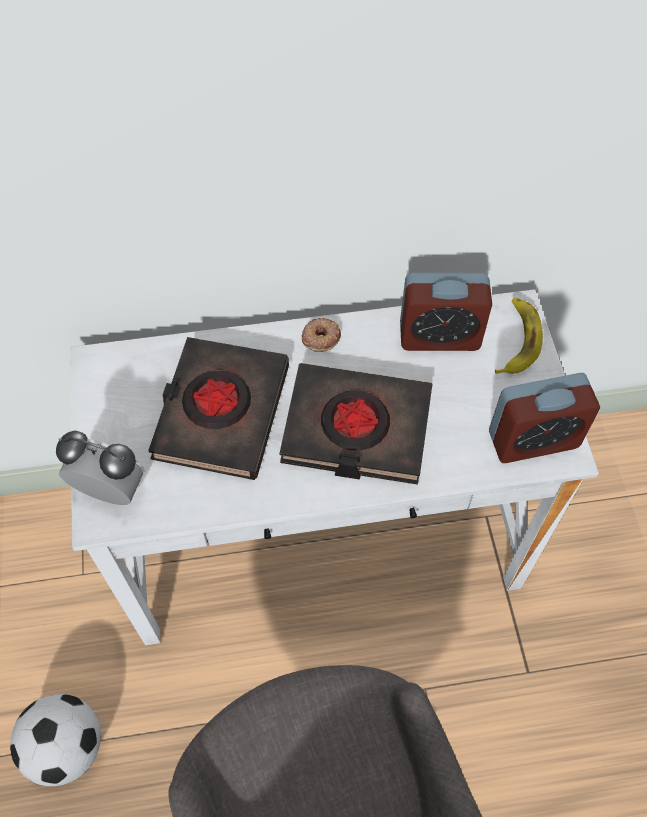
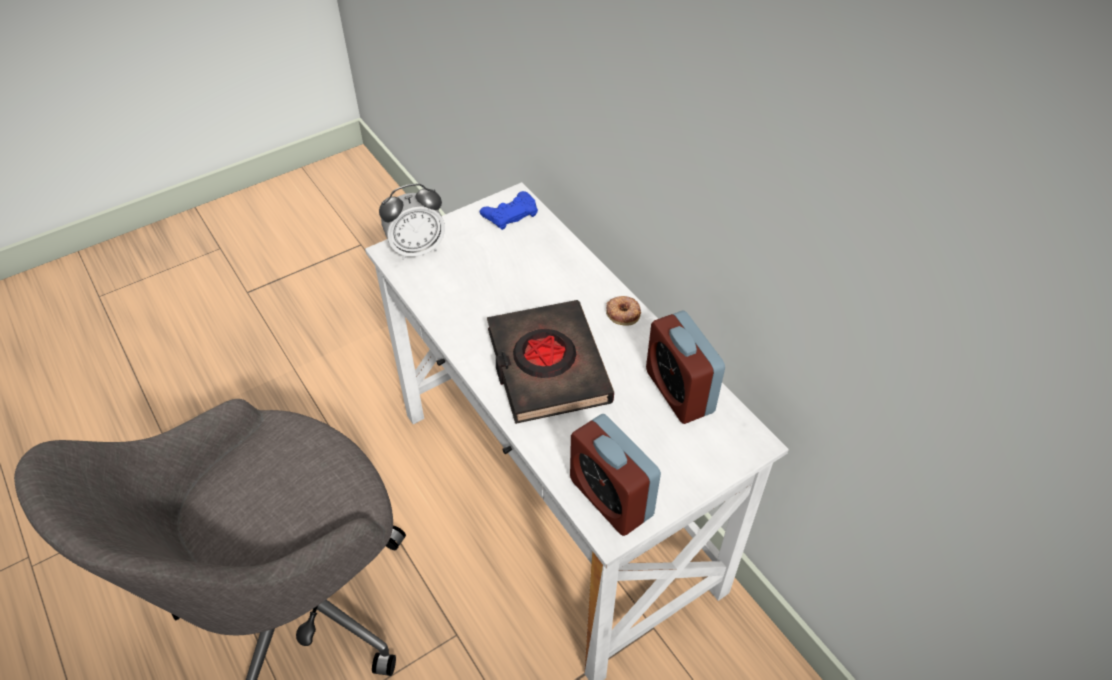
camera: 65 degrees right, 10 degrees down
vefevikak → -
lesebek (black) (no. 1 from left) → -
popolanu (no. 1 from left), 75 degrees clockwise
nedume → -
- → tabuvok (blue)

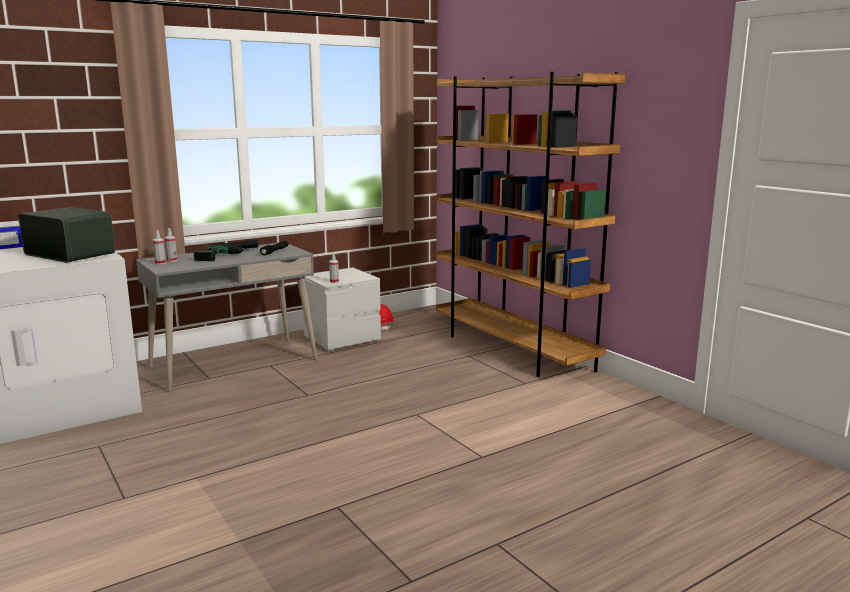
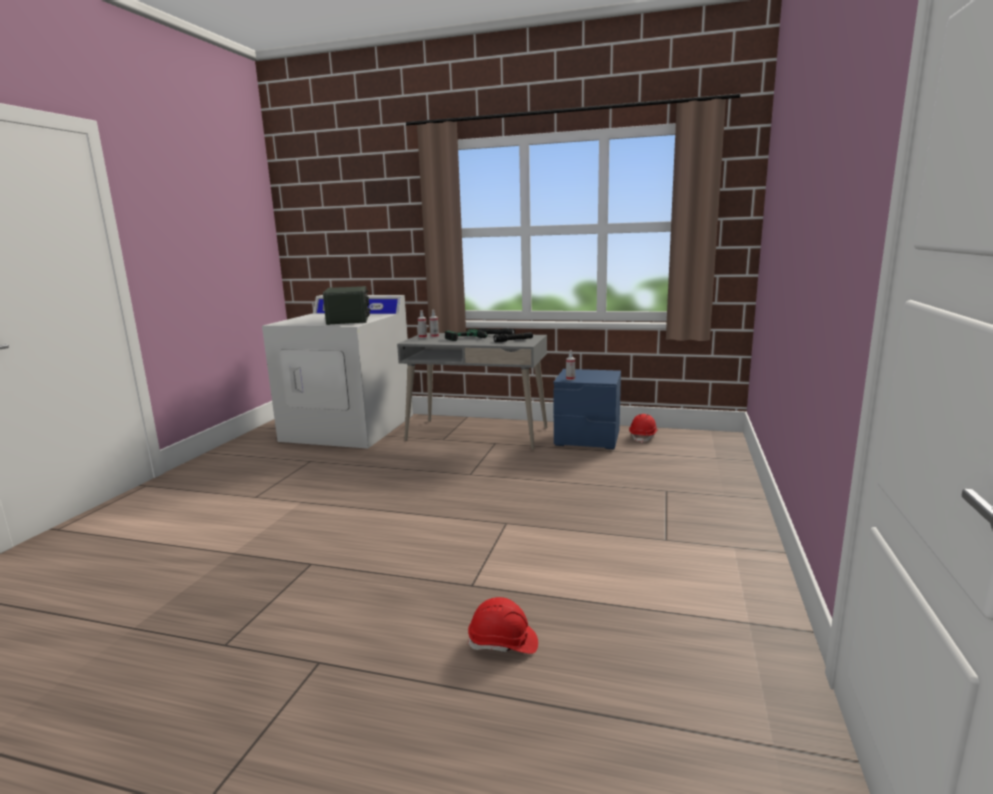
camera: 50 degrees right, 0 degrees up
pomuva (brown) → -
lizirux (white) → lizirux (blue)
- → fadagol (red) (no. 1 from left)

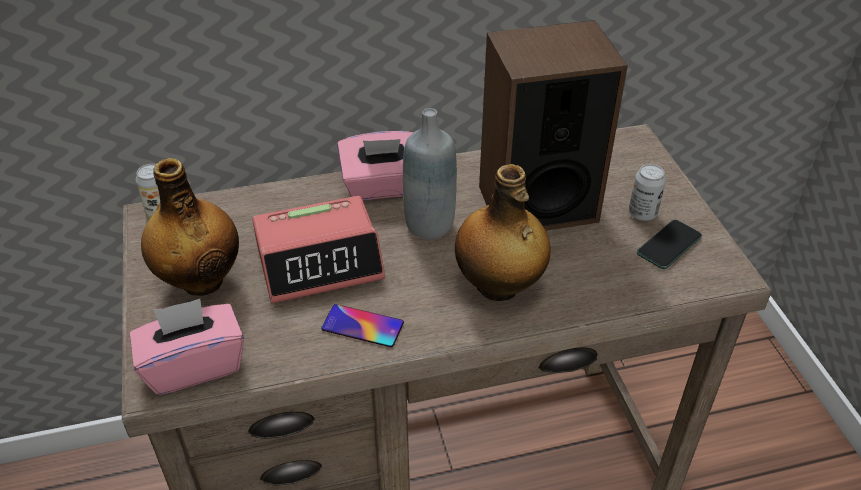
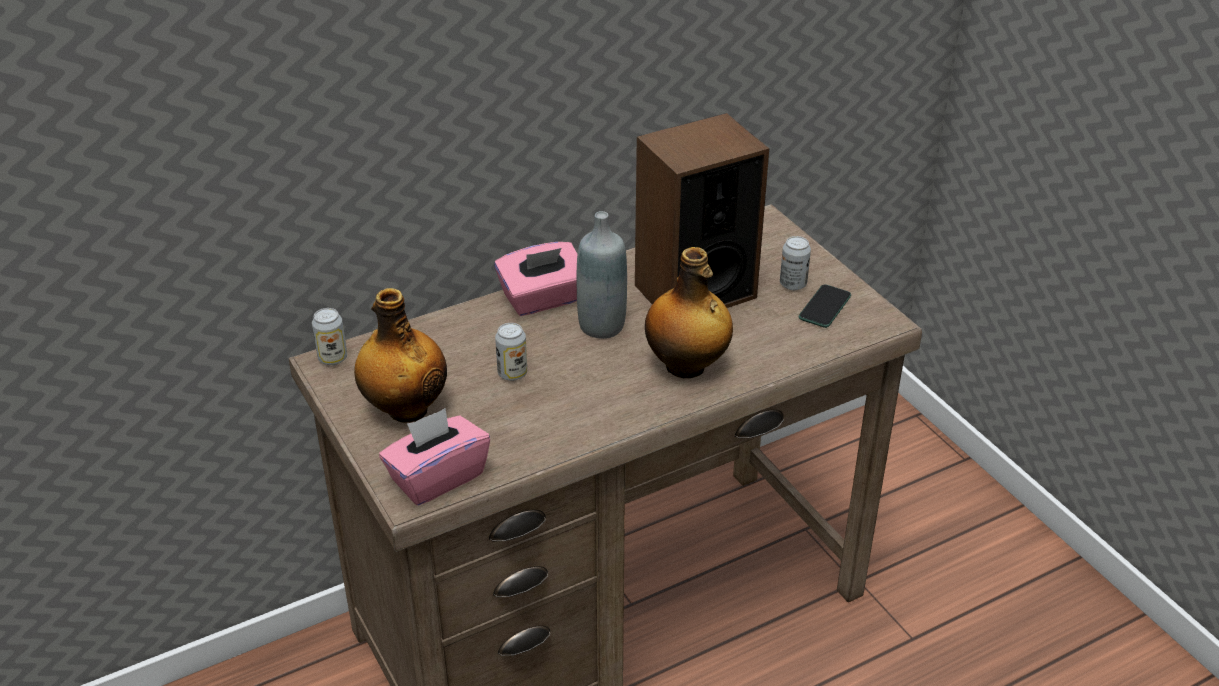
camera: 15 degrees left, 5 degrees down
popolanu → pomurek (no. 2 from left)
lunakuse (no. 1 from left) → -

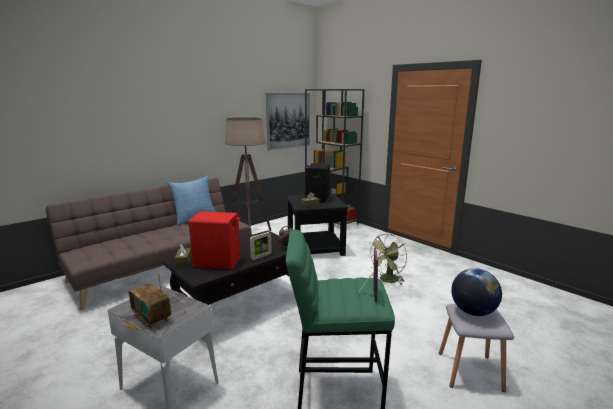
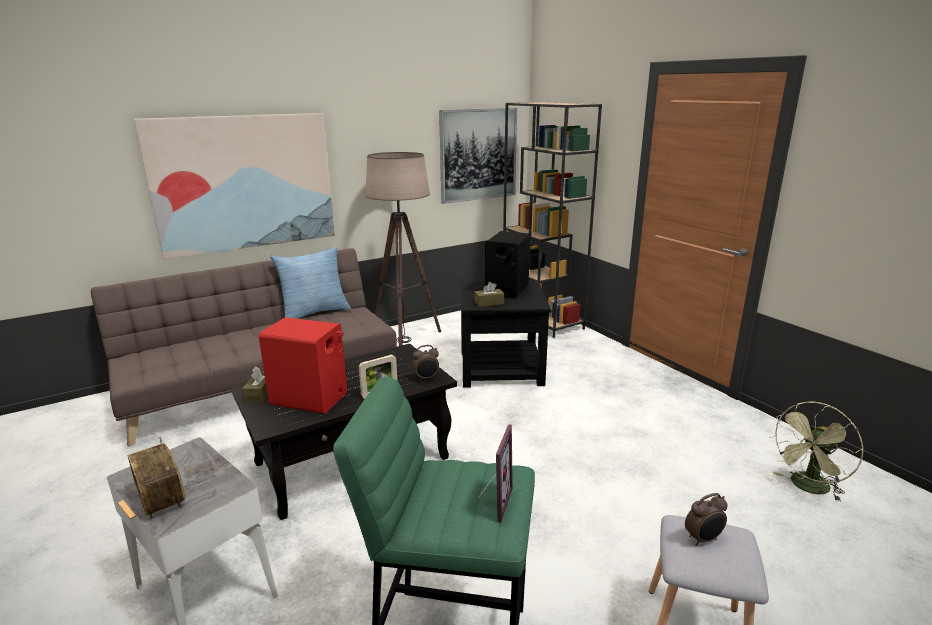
camera: 10 degrees right, 5 degrees up
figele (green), shifted
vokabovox → popolanu (no. 2 from left)
- → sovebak (no. 1 from left)

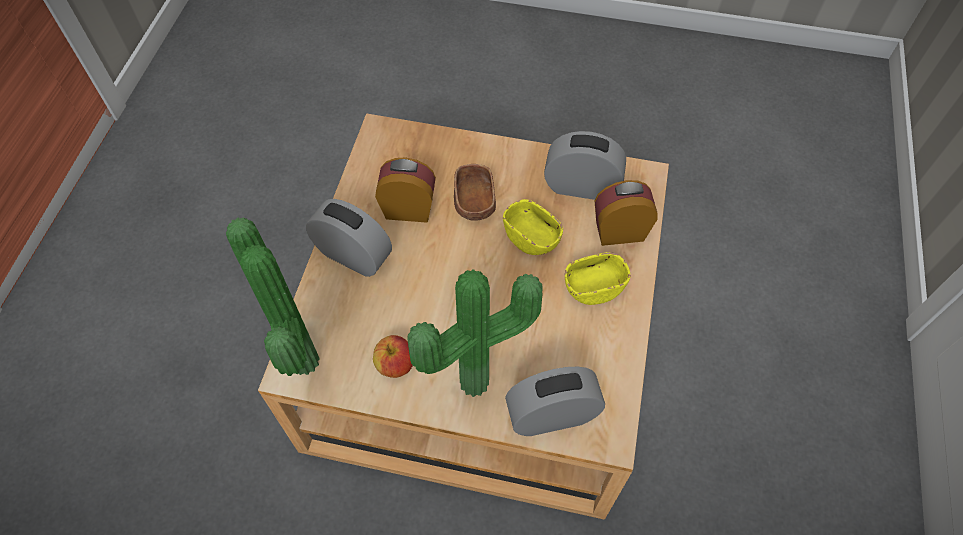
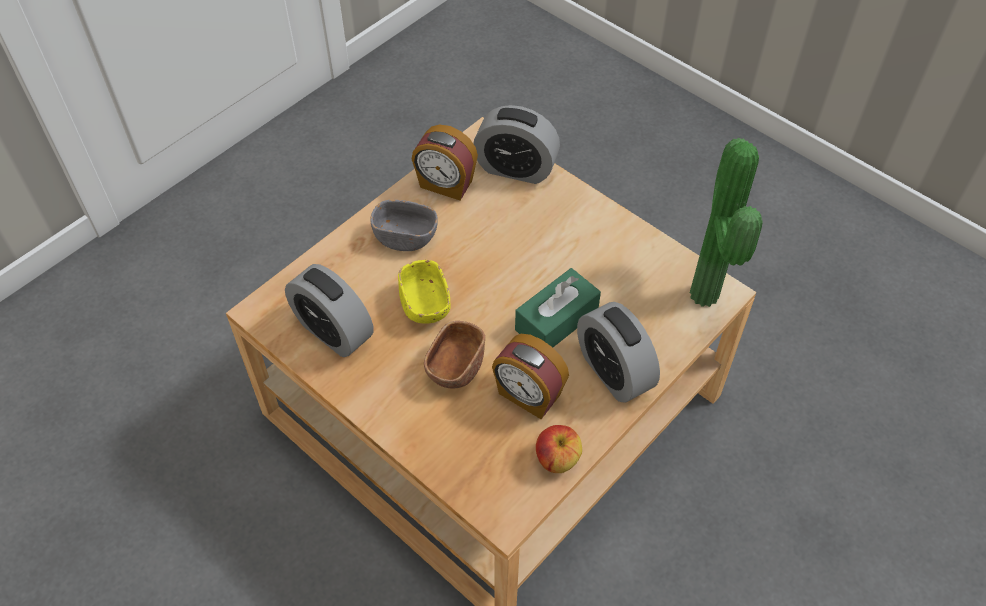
camera: 150 degrees left, 5 degrees down
popolanu (no. 5 from left in the first image) → popolanu (no. 2 from left), shifted
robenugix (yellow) (no. 2 from left) → robenugix (grey)
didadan (no. 2 from left) → -
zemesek, shifted
- → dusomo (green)

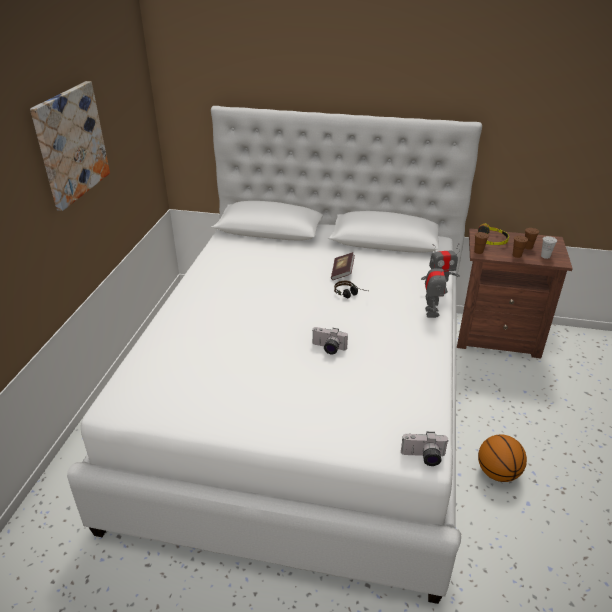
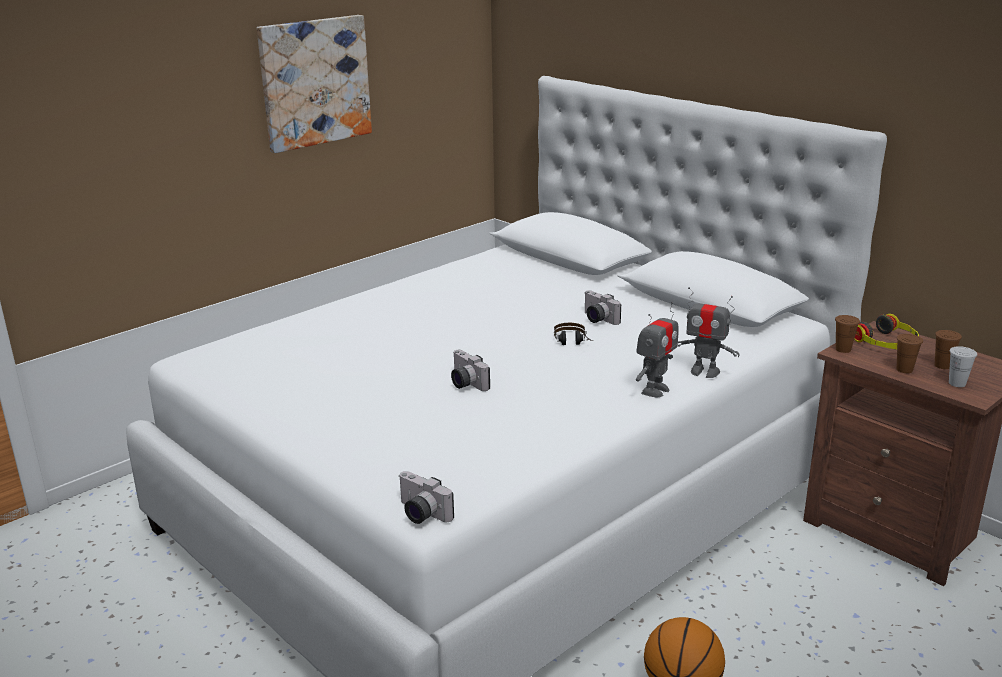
camera: 35 degrees right, 10 degrees down
lesebek → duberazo (no. 3 from left)

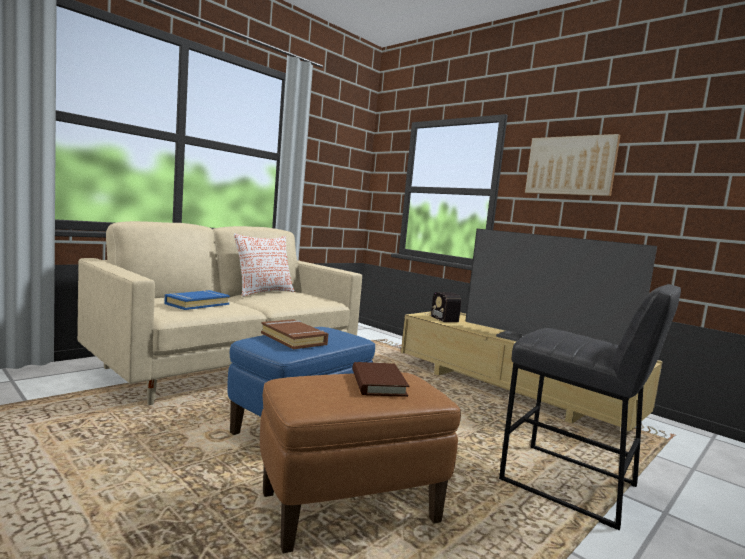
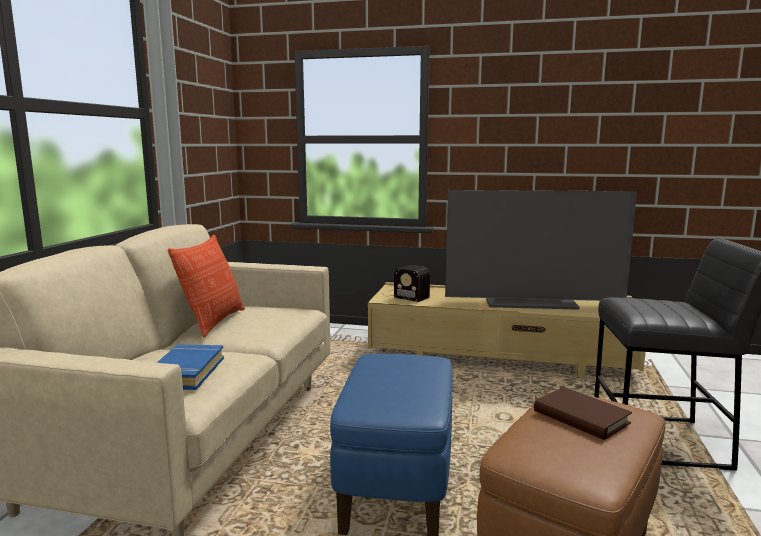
camera: 30 degrees left, 5 degrees up
sovebak → -
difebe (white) → difebe (orange)
lesebek (brown) (no. 1 from left) → -

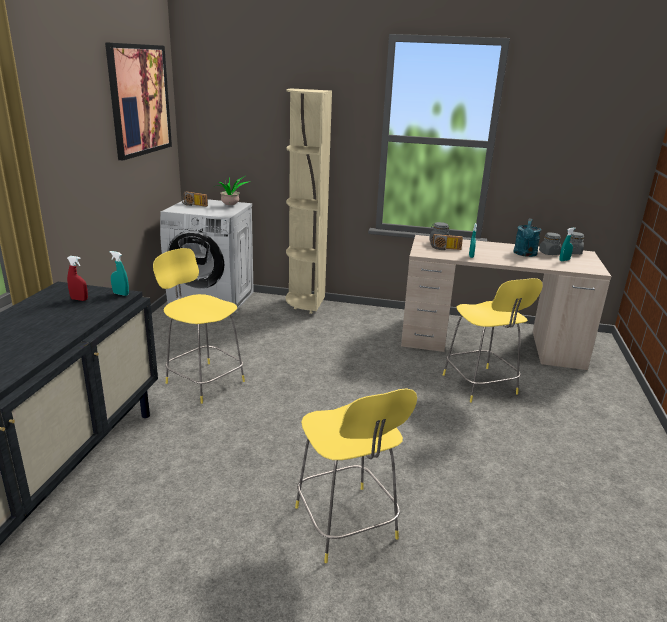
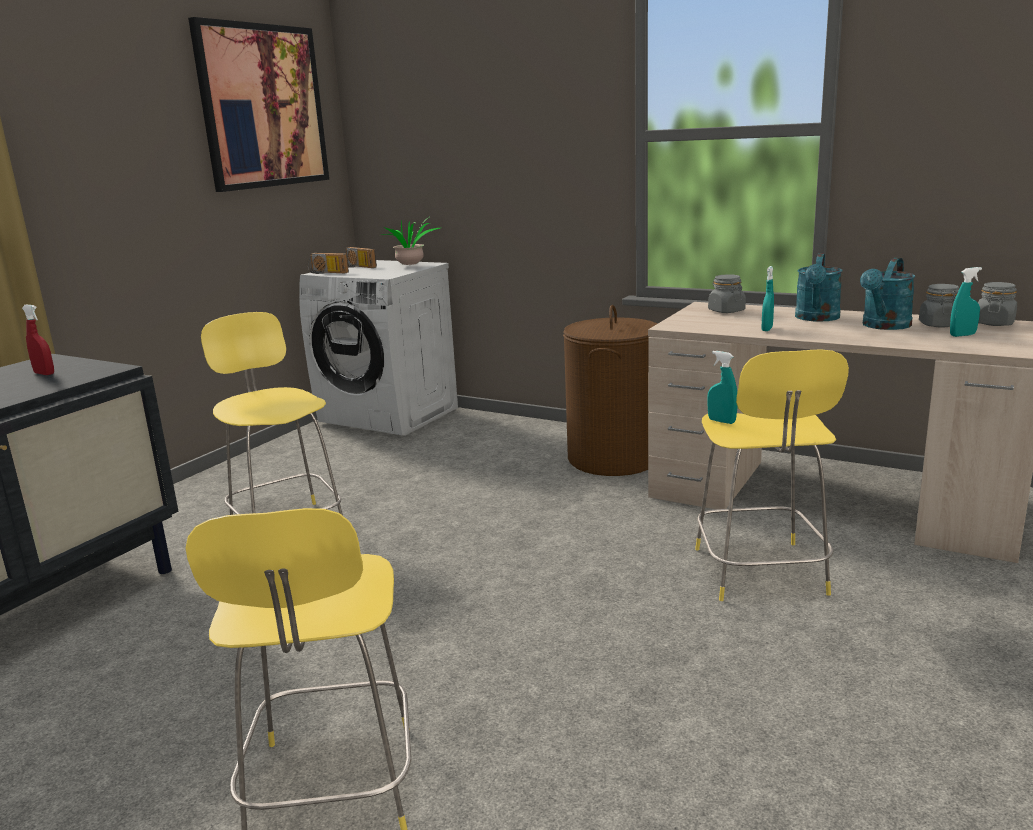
camera: 20 degrees right, 5 degrees down
pomuva (beige) → -
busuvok (no. 2 from left in the first image) → busuvok (no. 1 from left), shifted
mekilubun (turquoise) (no. 1 from left), shifted
- → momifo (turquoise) (no. 1 from left)
- → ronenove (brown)

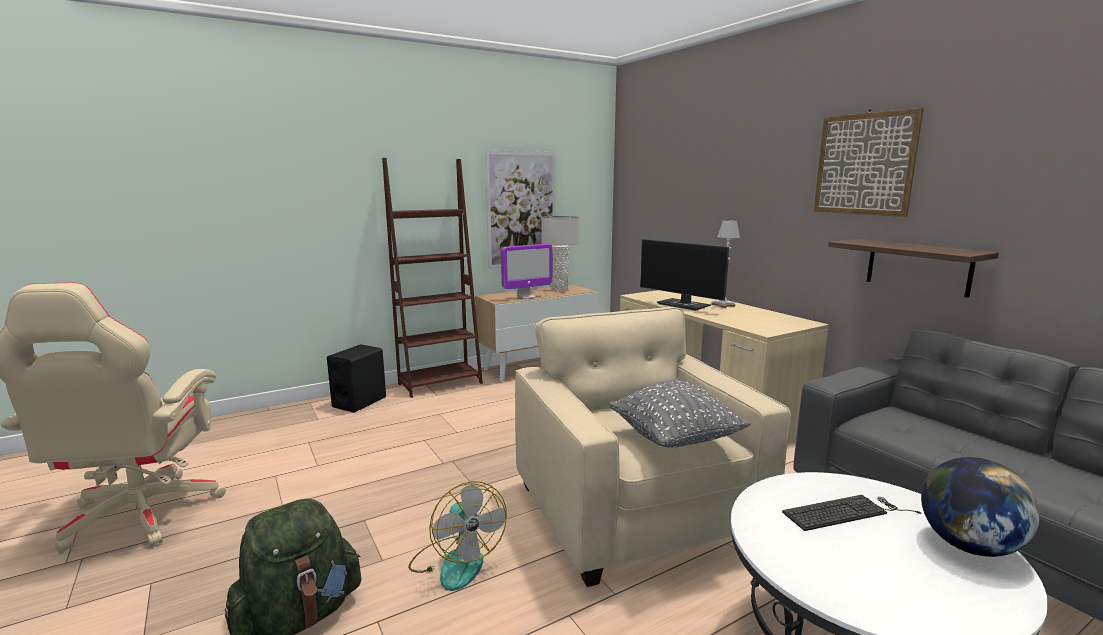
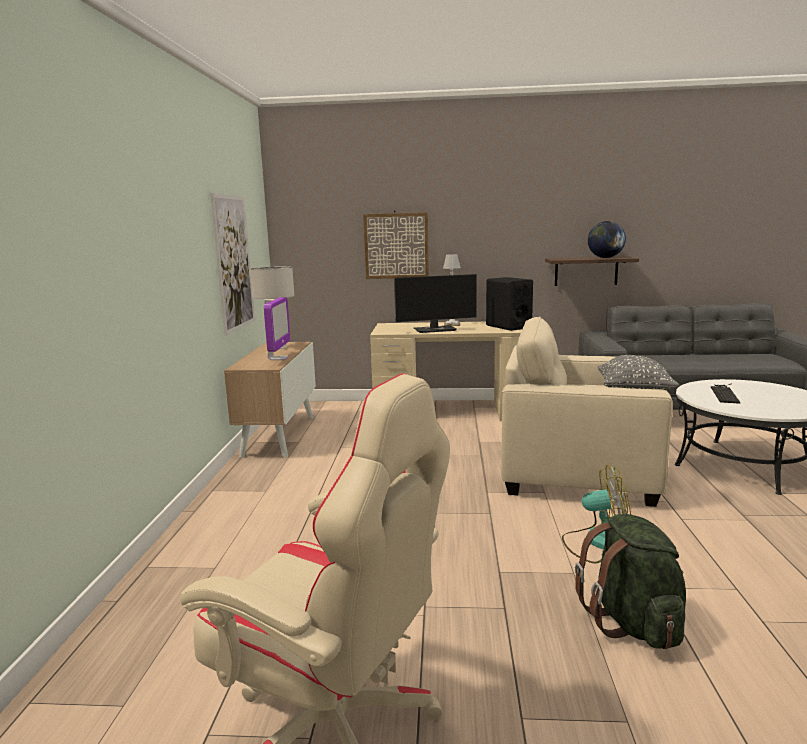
camera: 55 degrees left, 0 degrees up
sovebak (no. 2 from left), shifted
pomuva (brown) → -
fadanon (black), shifted
vokabovox, shifted

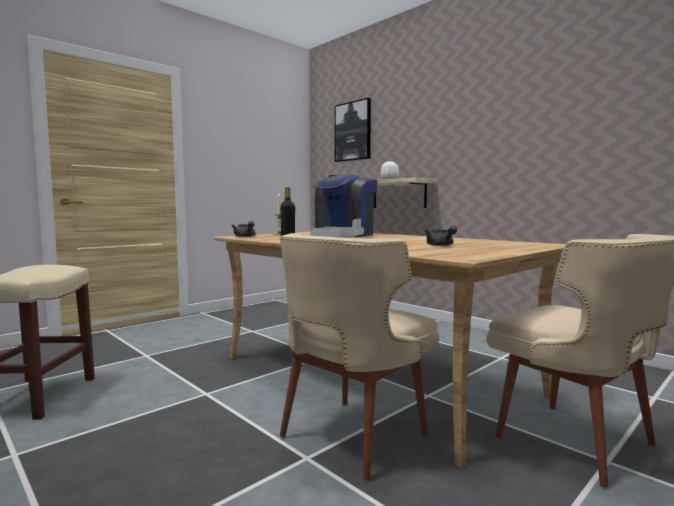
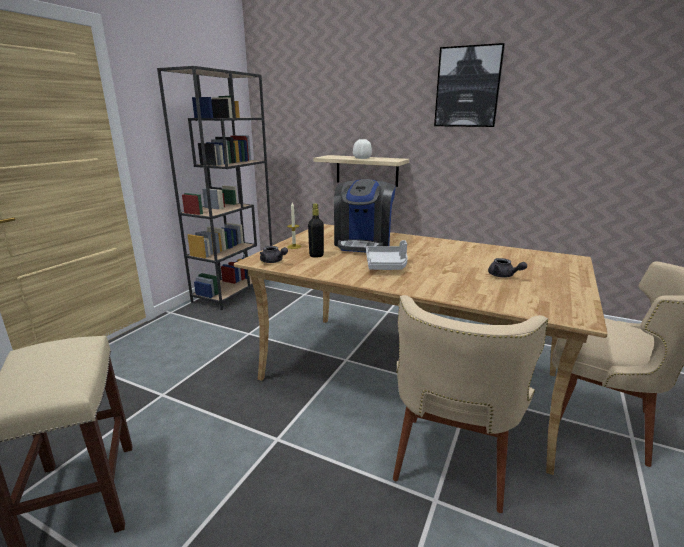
camera: 20 degrees left, 15 degrees up
sovebak, shifted
- → pomuva

